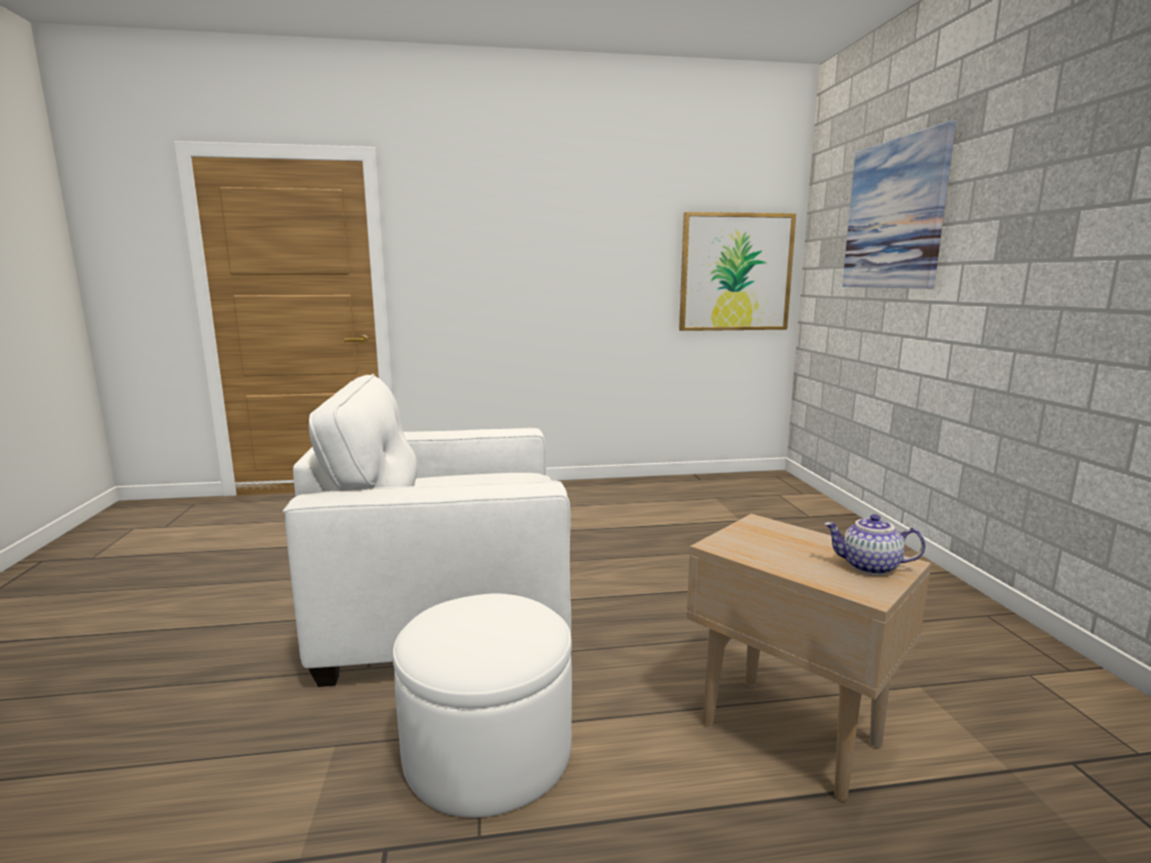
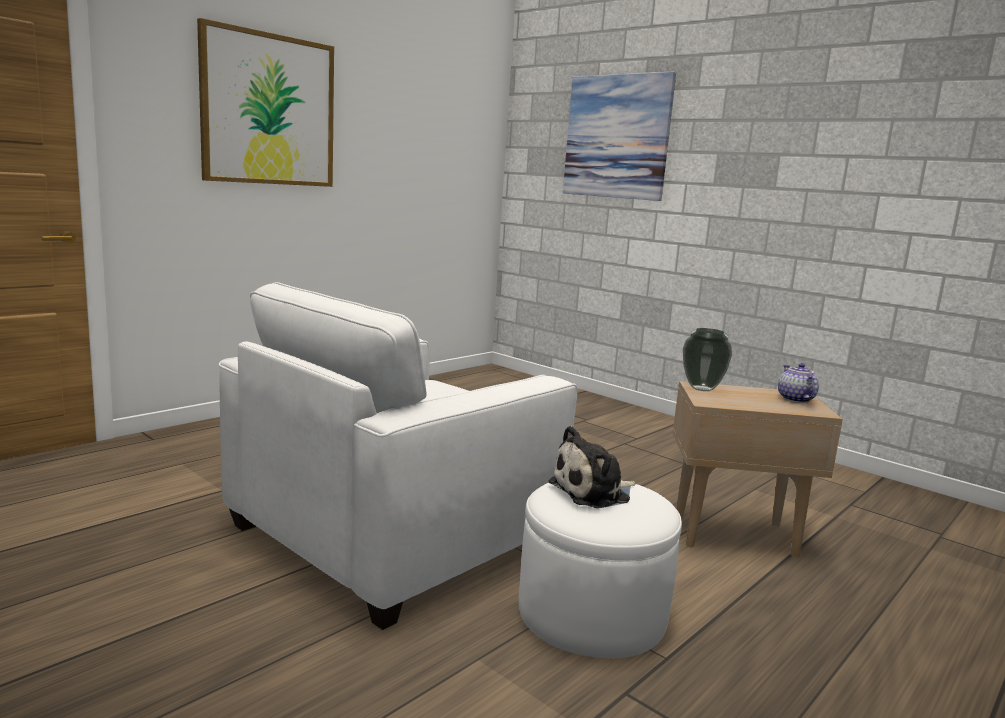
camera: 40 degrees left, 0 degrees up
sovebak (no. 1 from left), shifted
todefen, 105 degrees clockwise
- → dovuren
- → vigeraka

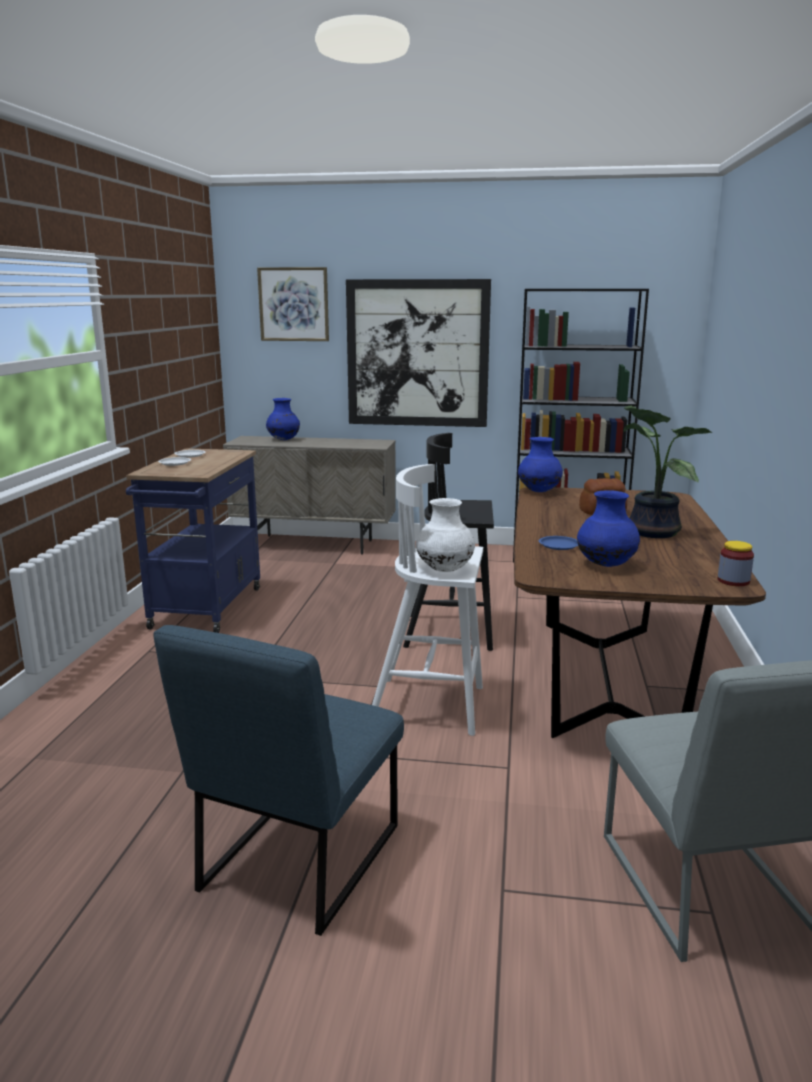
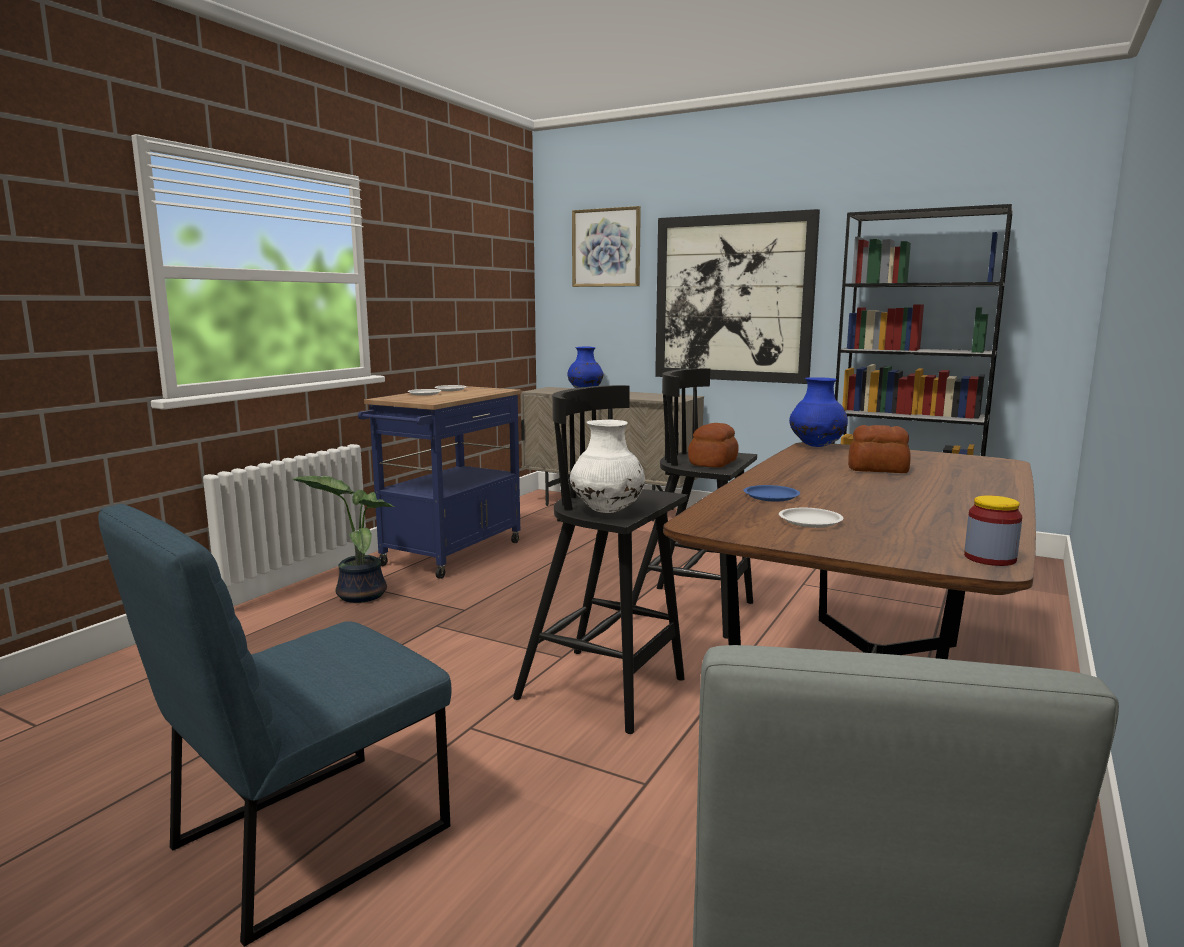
camera: 20 degrees right, 5 degrees down
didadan, shifted
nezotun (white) → nezotun (black) (no. 1 from left)
dovuren (blue) (no. 3 from left) → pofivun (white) (no. 3 from left)
- → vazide (no. 1 from left)

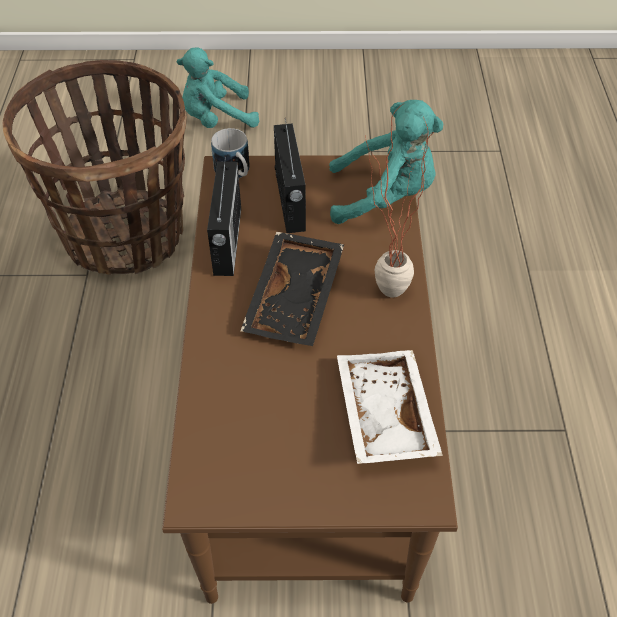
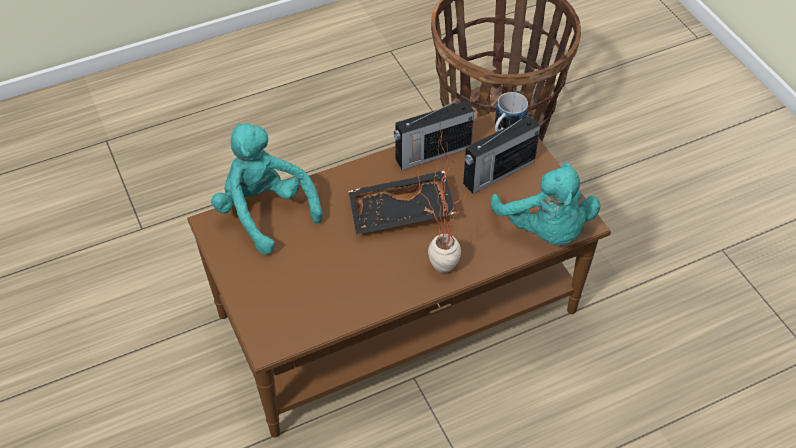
camera: 65 degrees right, 0 degrees up
vigeraka (turquoise) (no. 1 from left), shifted
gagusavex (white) → -

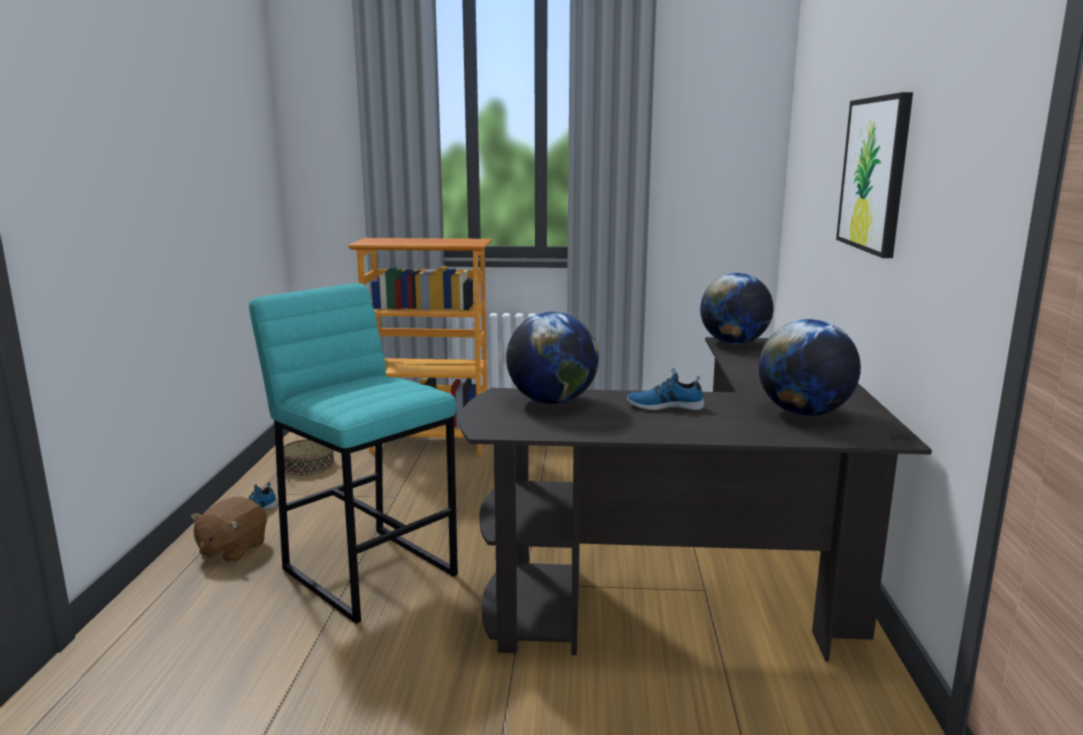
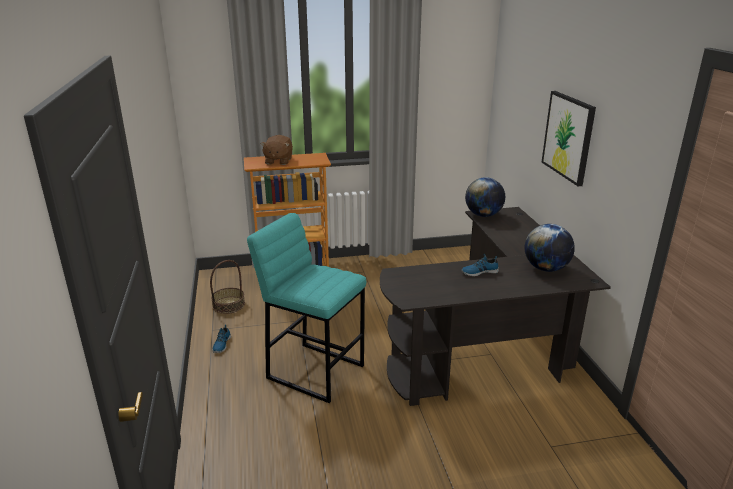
camera: 15 degrees left, 10 degrees up
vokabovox (no. 1 from left) → -
vigeraka (brown), shifted

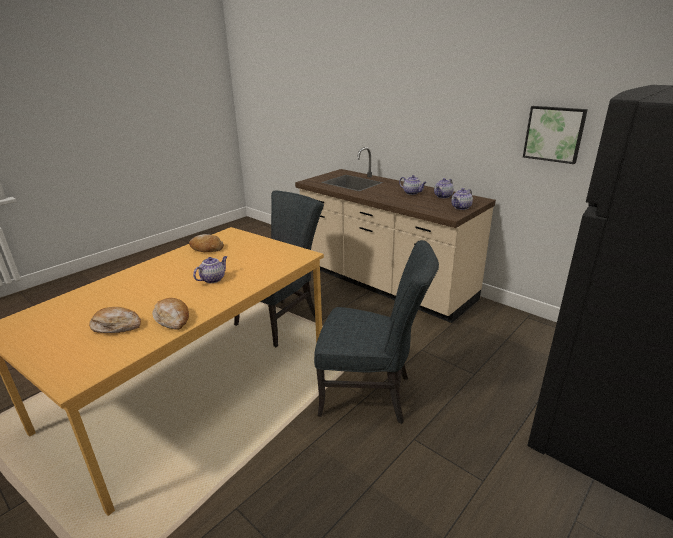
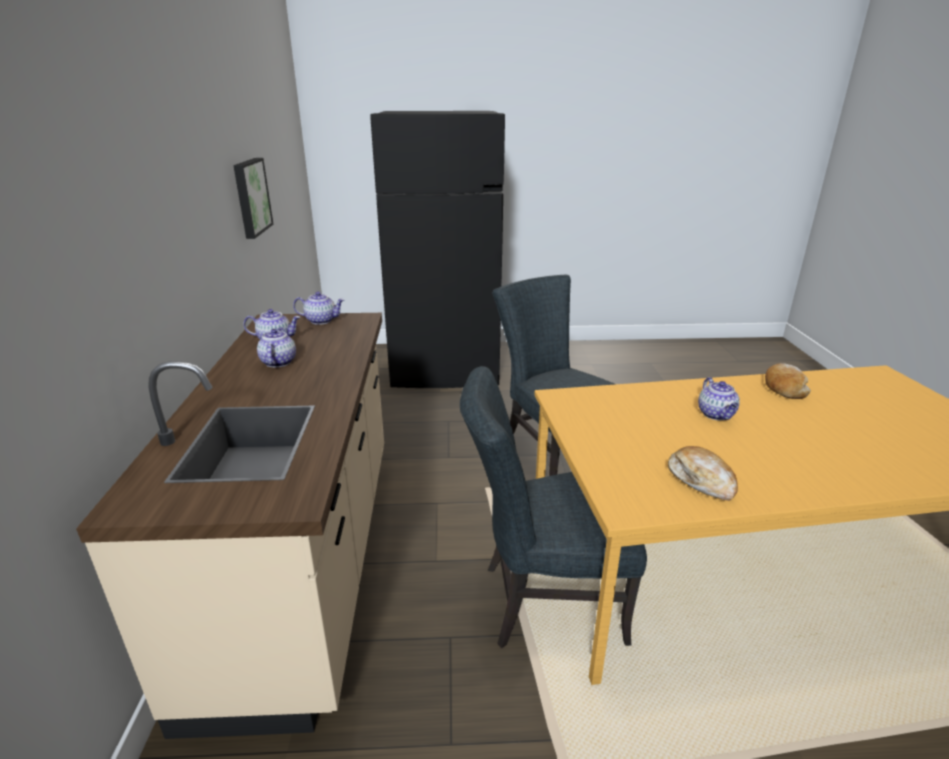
camera: 135 degrees left, 0 degrees up
todefen (no. 1 from left in the first image) → todefen (no. 4 from left), 90 degrees counterclockwise
vazide (no. 1 from left) → -

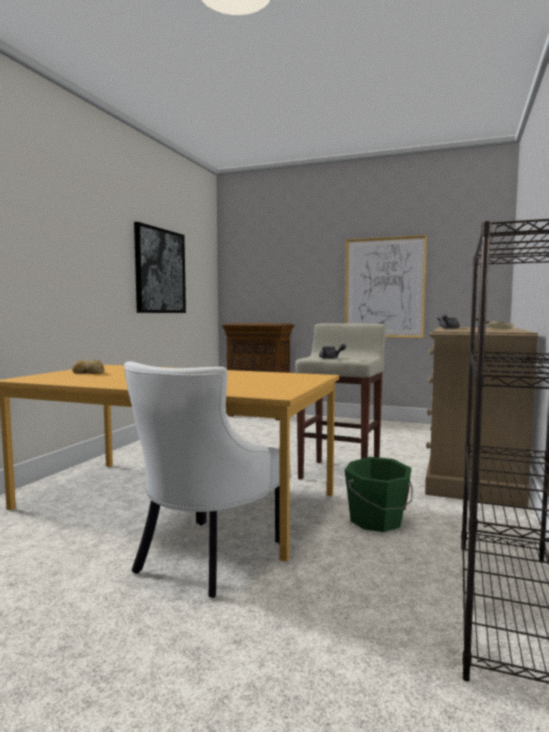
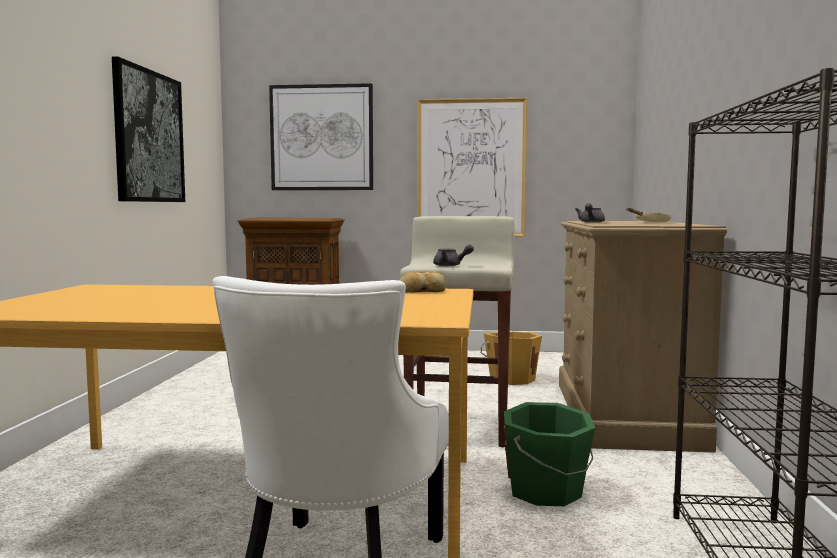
camera: 15 degrees left, 0 degrees up
vazide, shifted
- → sovebak (no. 2 from left)
- → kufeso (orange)

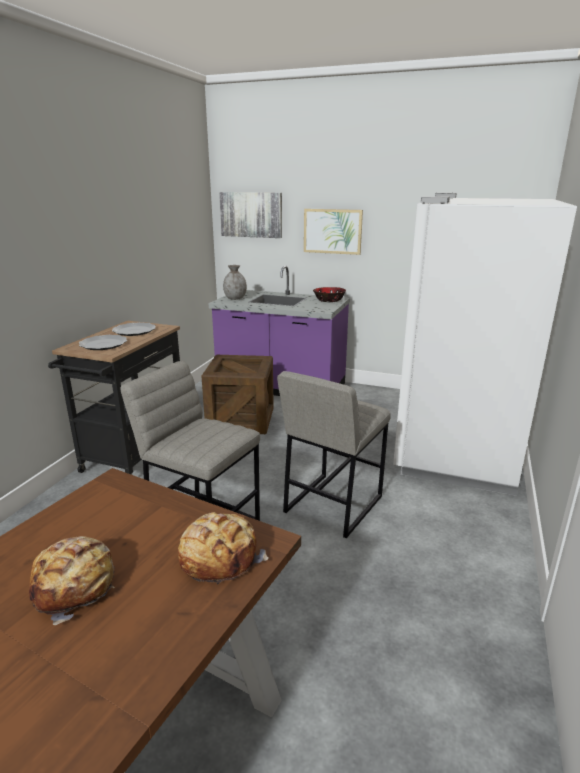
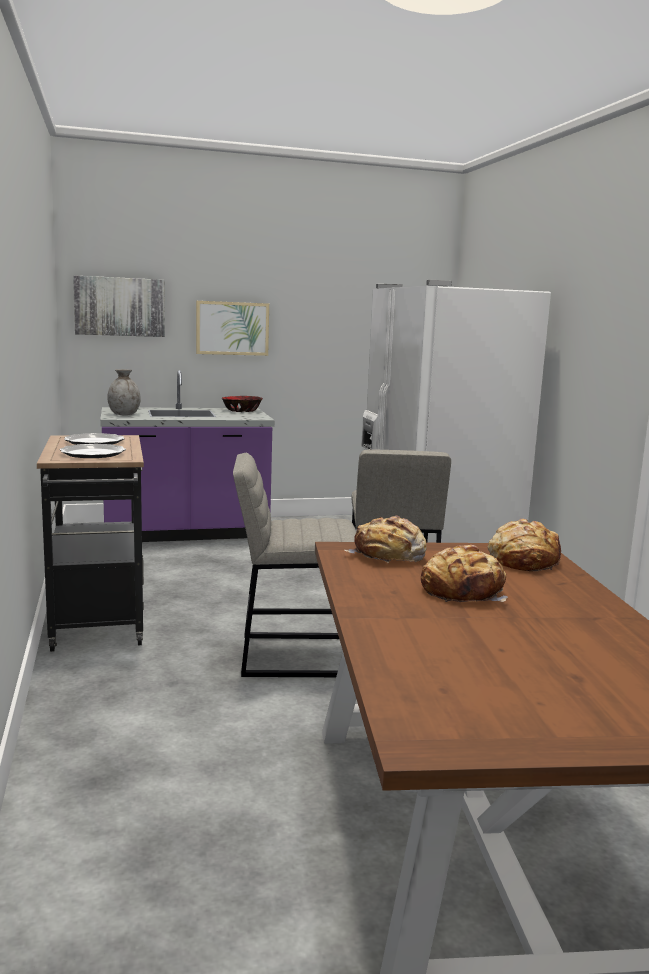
camera: 35 degrees left, 10 degrees down
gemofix → -
- → vazide (no. 1 from left)

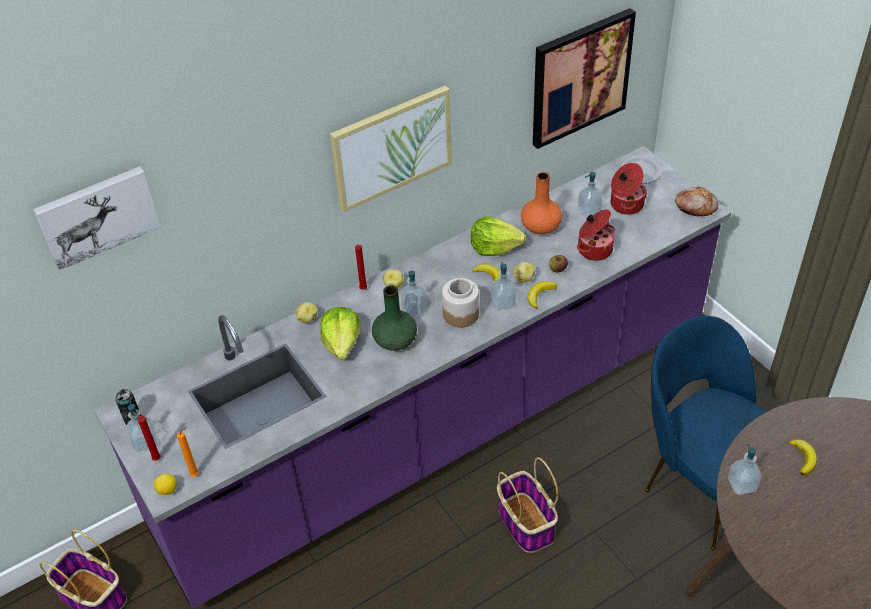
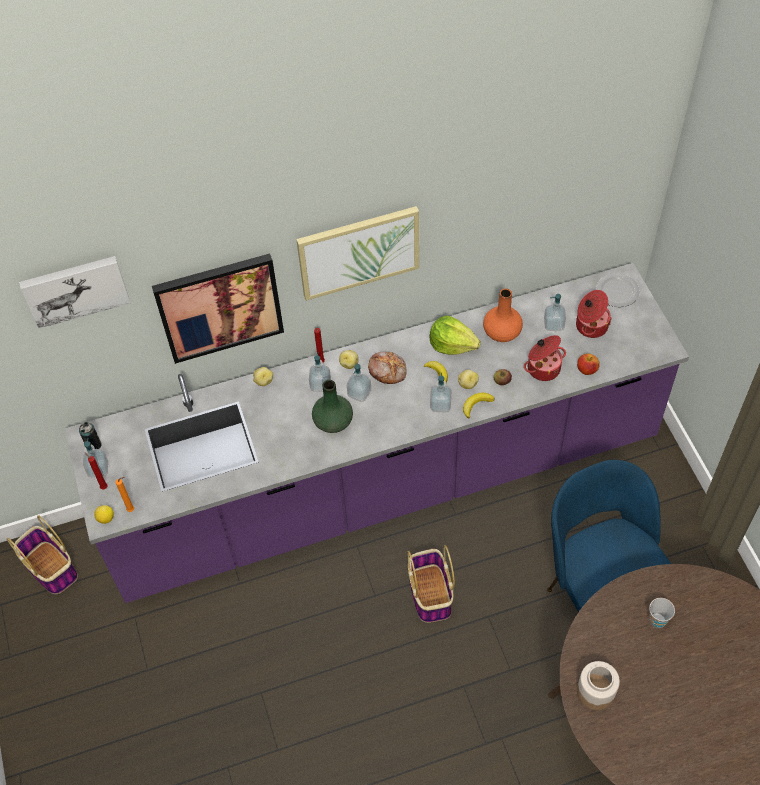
camera: 15 degrees right, 10 degrees up
sovebak (no. 3 from left in the first image) → sovebak (no. 2 from left), shifted
vazide, shifted
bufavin, shifted
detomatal (no. 1 from left) → -
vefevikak (no. 3 from left) → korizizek
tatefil (no. 5 from left in the first image) → tatefil (no. 2 from left), shifted
- → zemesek (no. 2 from left)

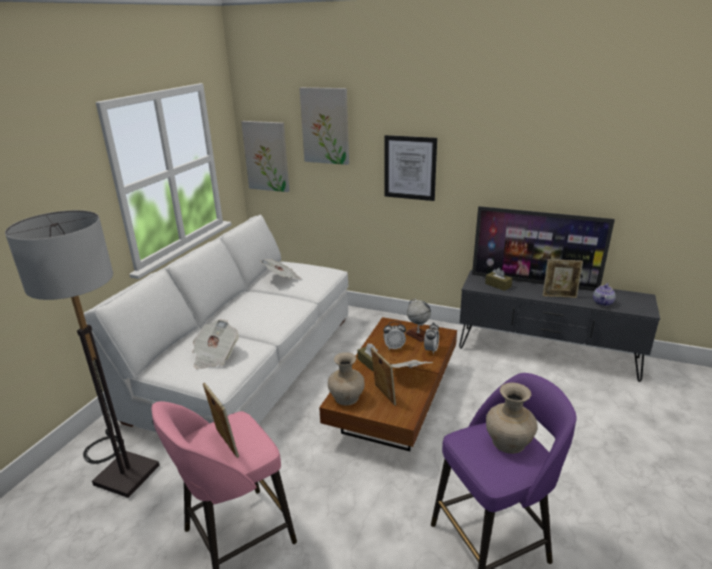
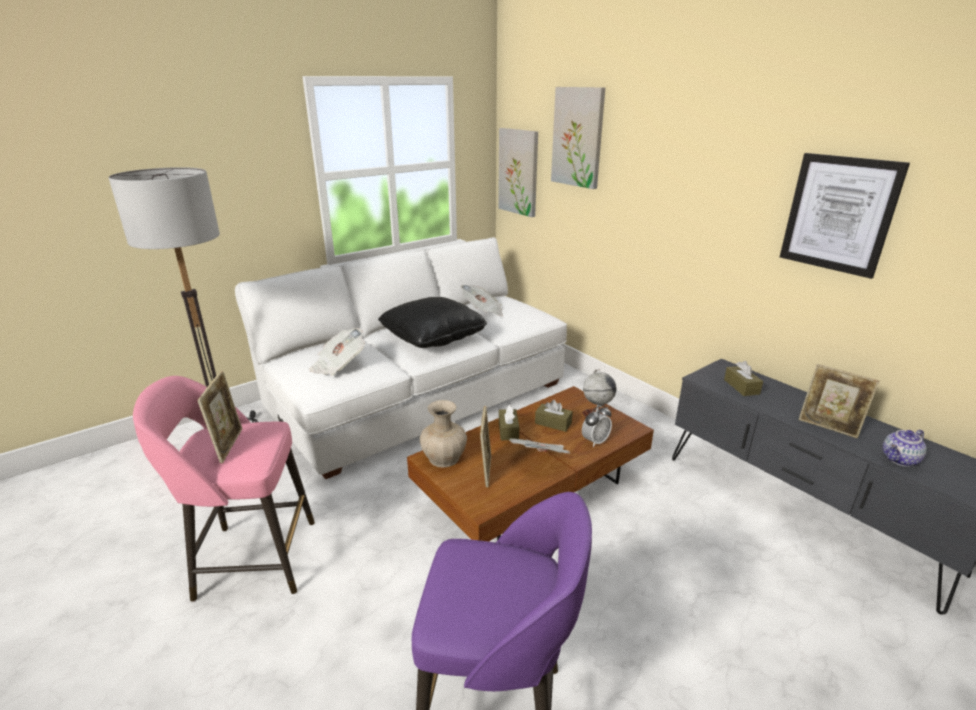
camera: 30 degrees right, 0 degrees up
sovebak (no. 3 from left), shifted
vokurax → -
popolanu (no. 1 from left) → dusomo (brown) (no. 2 from left)
dovuren (beige) (no. 2 from left) → -
- → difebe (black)

